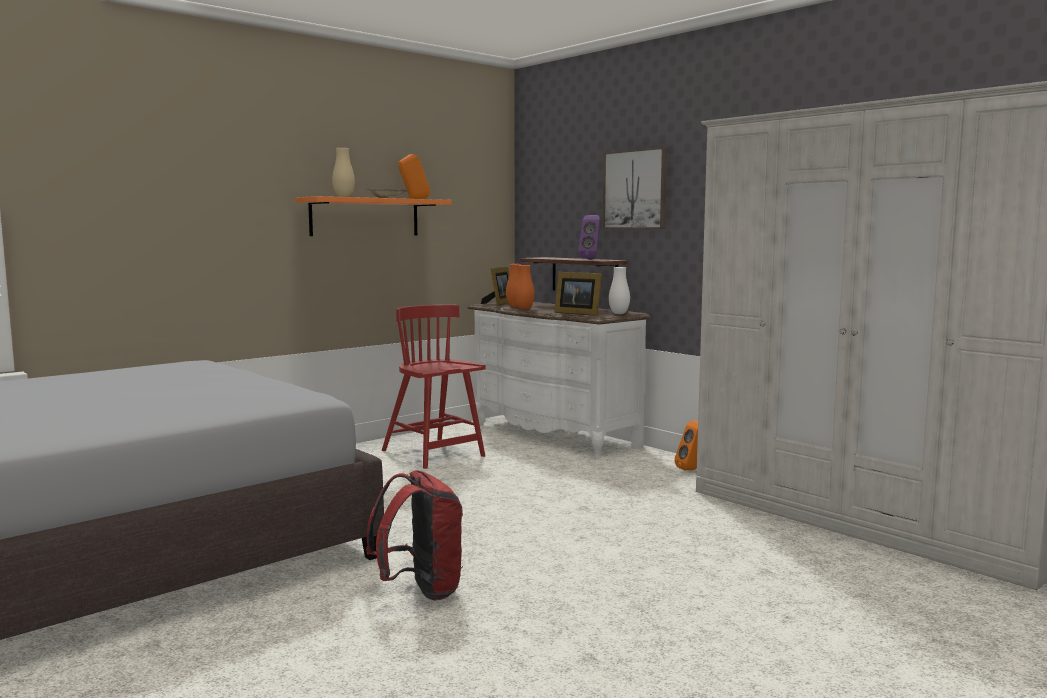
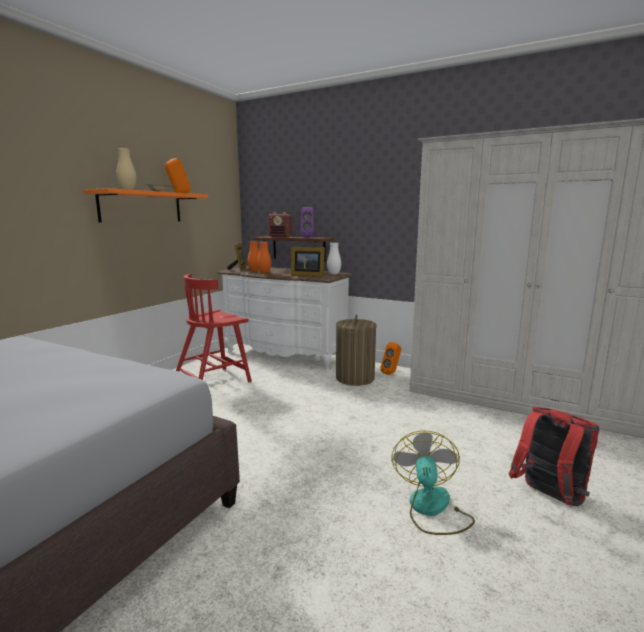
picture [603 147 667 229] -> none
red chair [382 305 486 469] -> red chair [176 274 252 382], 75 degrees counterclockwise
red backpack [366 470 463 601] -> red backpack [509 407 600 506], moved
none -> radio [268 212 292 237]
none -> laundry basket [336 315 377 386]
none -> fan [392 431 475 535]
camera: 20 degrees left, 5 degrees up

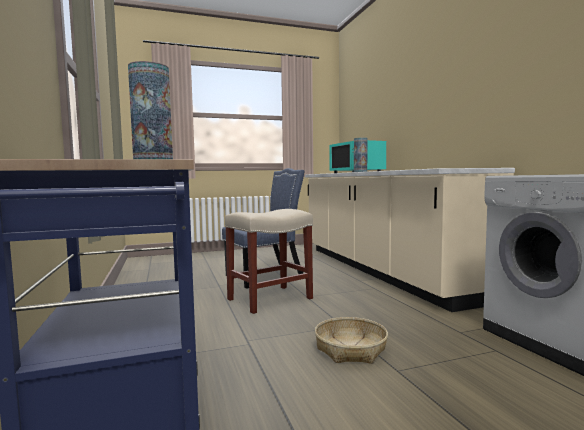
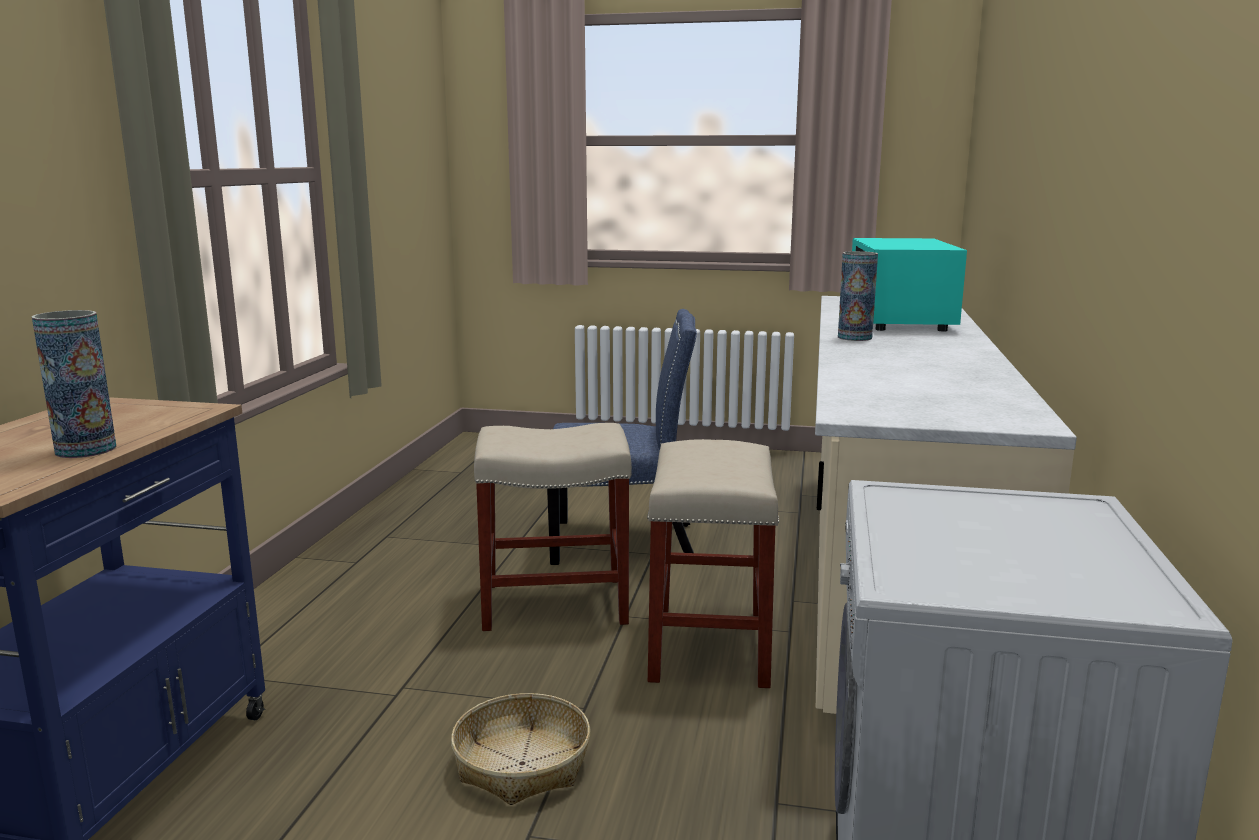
none -> beige stool [647 439 779 688]
camera: 30 degrees right, 10 degrees up

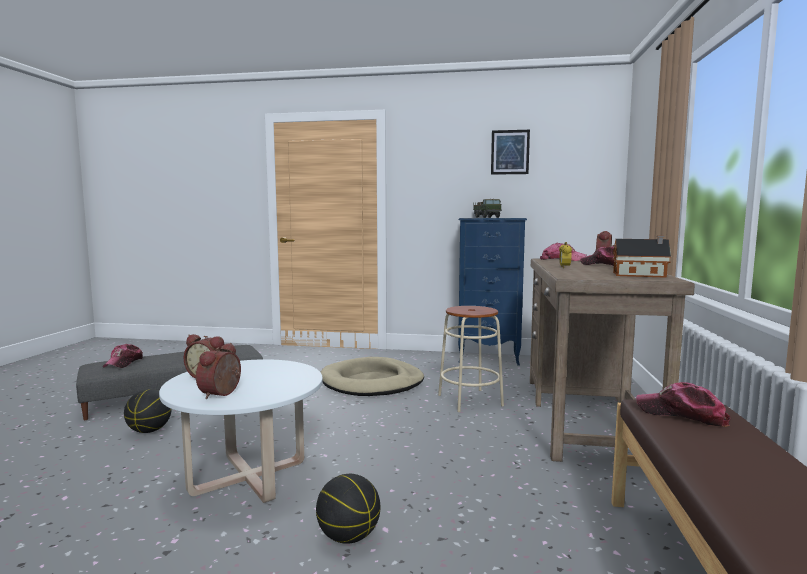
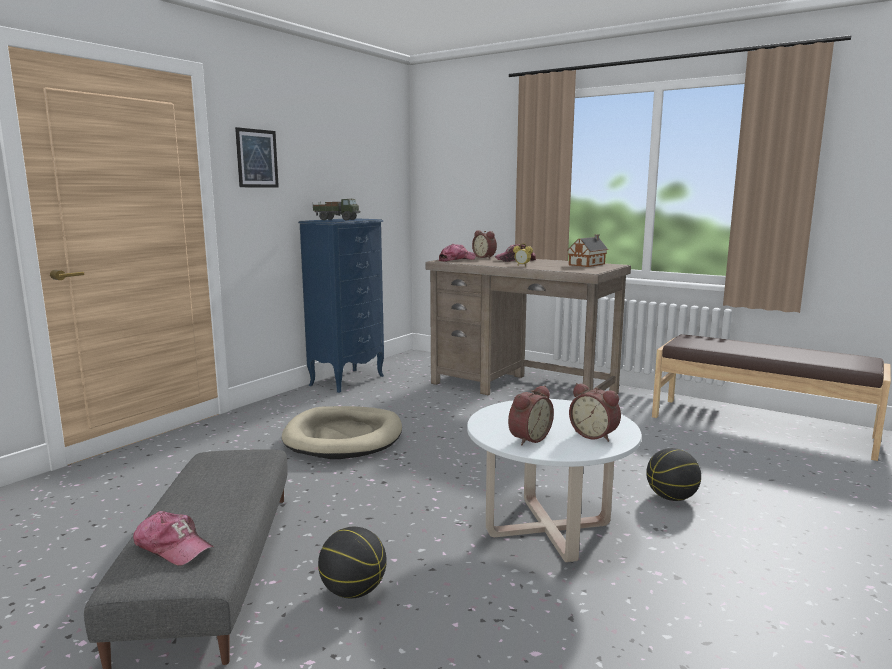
picture [491 130 530 175] -> picture [235 127 279 188], moved
beige stool [438 306 504 412] -> none
cap [636 382 731 427] -> none
camera: 65 degrees left, 5 degrees up

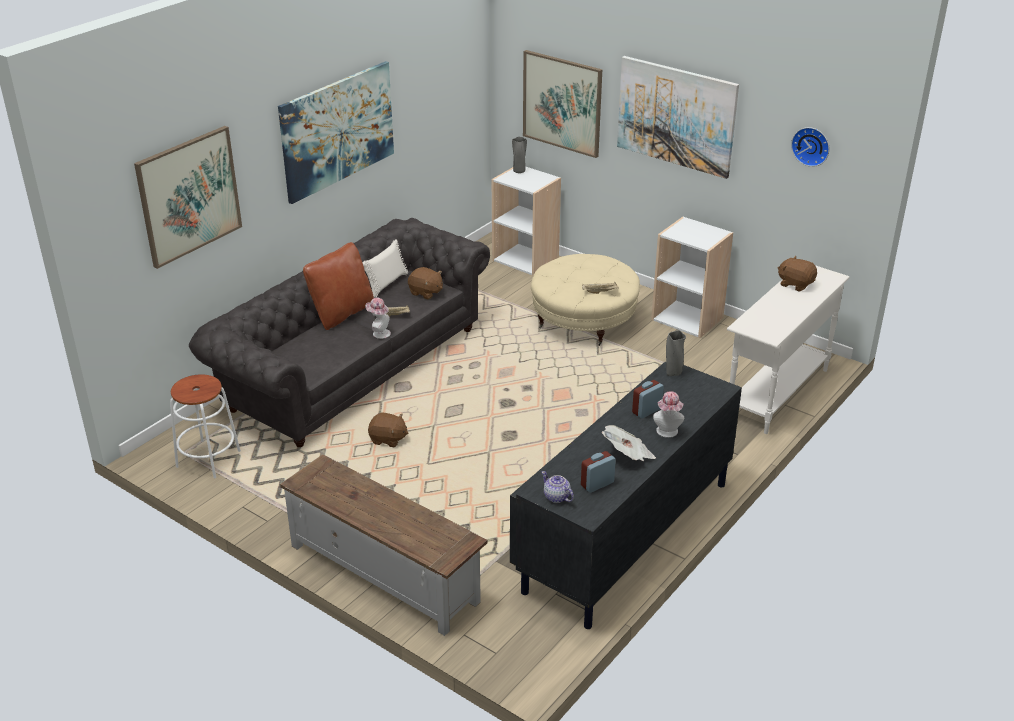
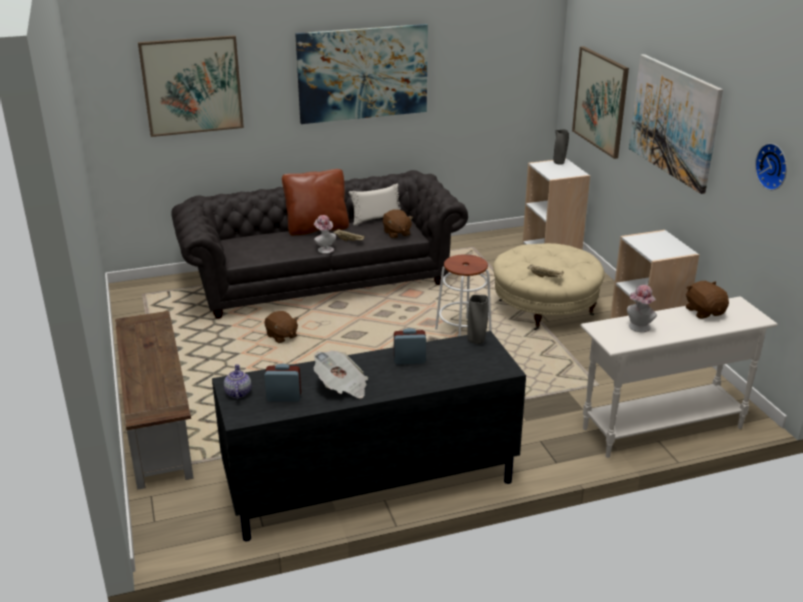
white stool [170 374 241 479] -> white stool [435 254 492 336], moved
hat [653 391 684 438] -> hat [627 285 657 332], moved
camera: 35 degrees right, 5 degrees down

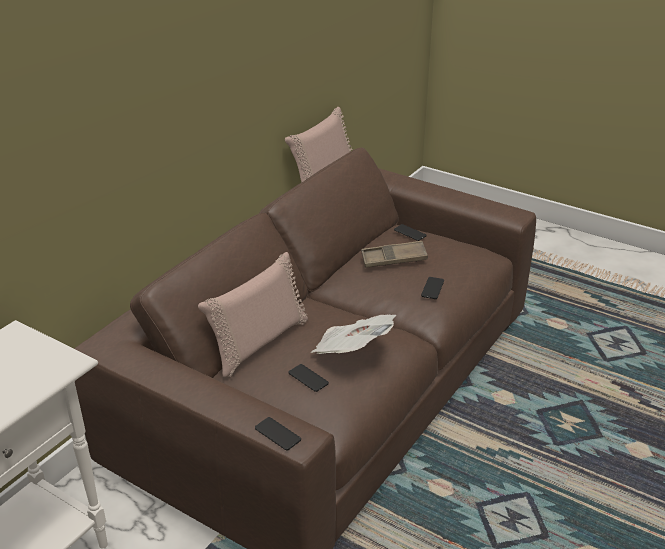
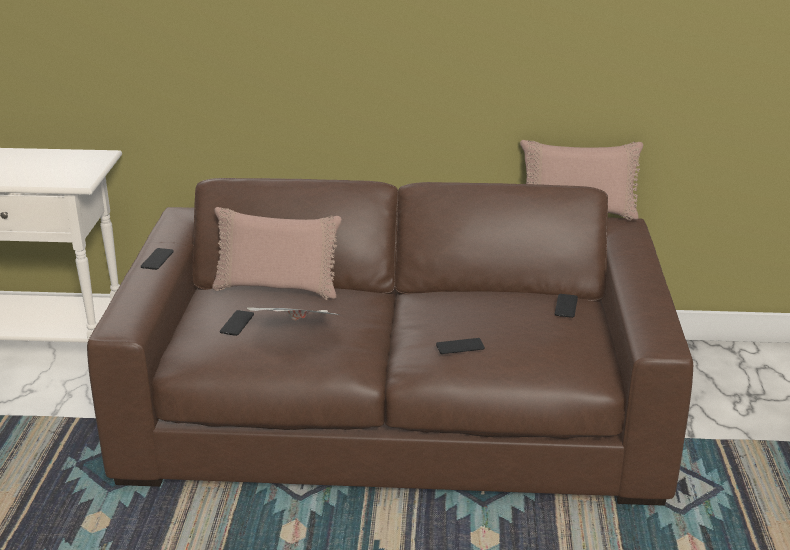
brown tray [361 241 428 268] -> none
phone [255 417 301 451] -> phone [141 248 174 270], moved
camera: 60 degrees right, 5 degrees down

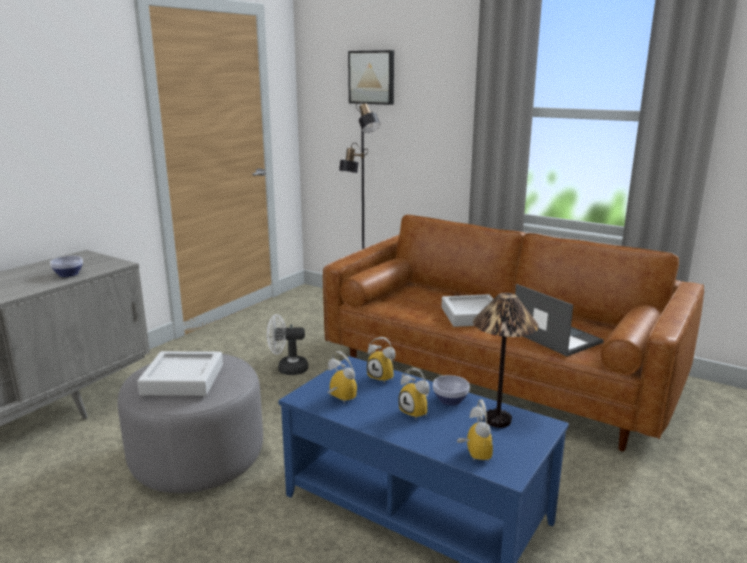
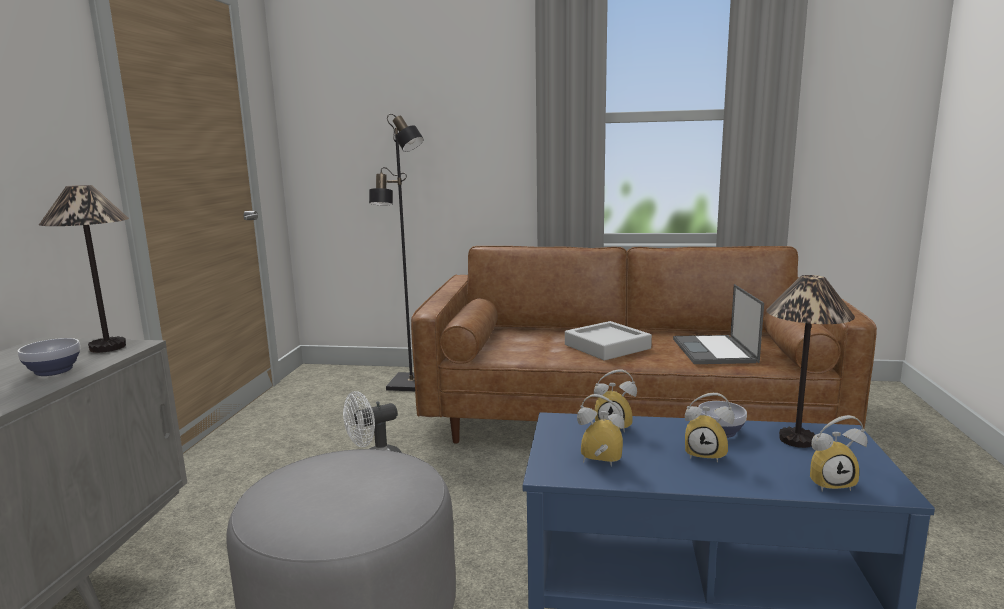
picture [348 50 394 105] -> none
laptop [515 284 604 356] -> laptop [673 284 764 364], 120 degrees counterclockwise
grey tray [137 351 223 396] -> none
alarm clock [457 399 493 462] -> alarm clock [810 415 868 492], 120 degrees clockwise
none -> table lamp [39 185 129 353]
camera: 25 degrees left, 5 degrees down

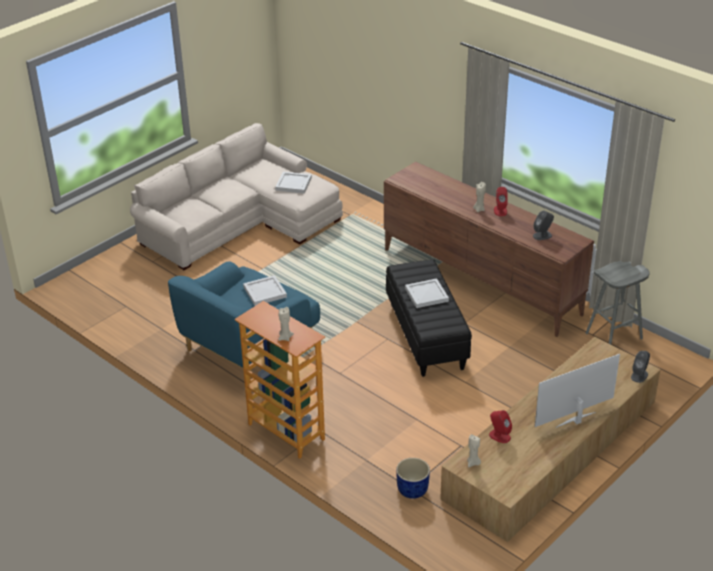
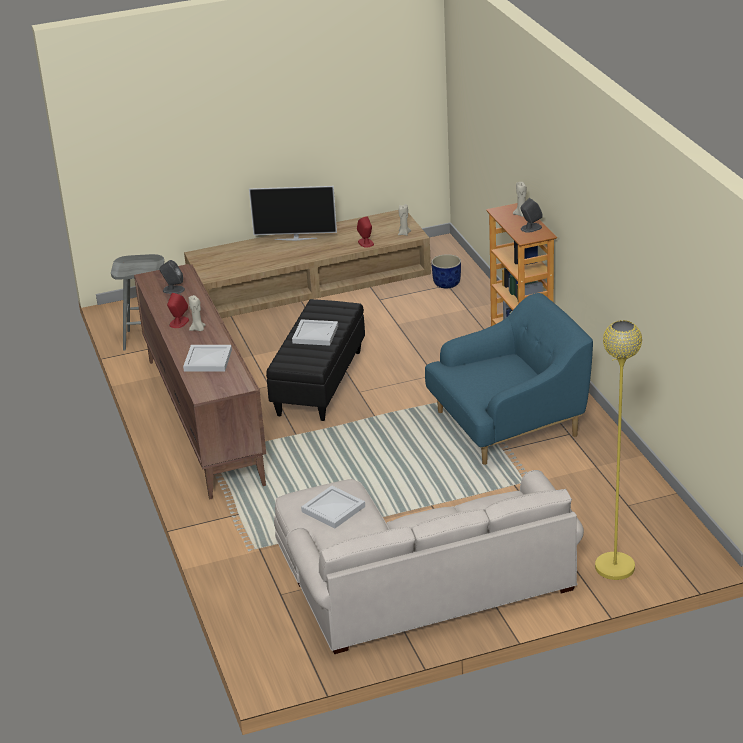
white tray [243 275 287 306] -> white tray [183 345 232 372], moved
grey speaker [631 351 650 383] -> grey speaker [521 198 543 233], moved
none -> yellow floor lamp [595 320 642 580]
camera: 150 degrees left, 5 degrees down

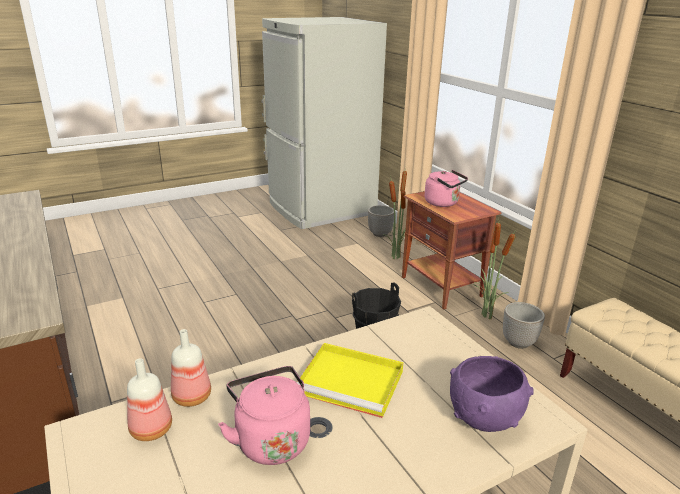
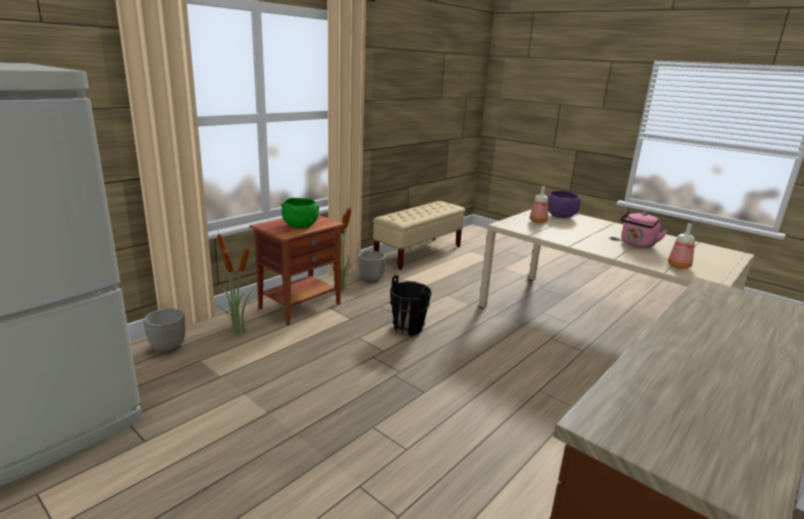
pink kettle [424 170 468 207] -> green bowl [281 198 319 229]
bottle [171 329 211 407] -> bottle [530 186 548 223], moved
yellow tray [296 343 403 418] -> none
camera: 110 degrees left, 5 degrees down

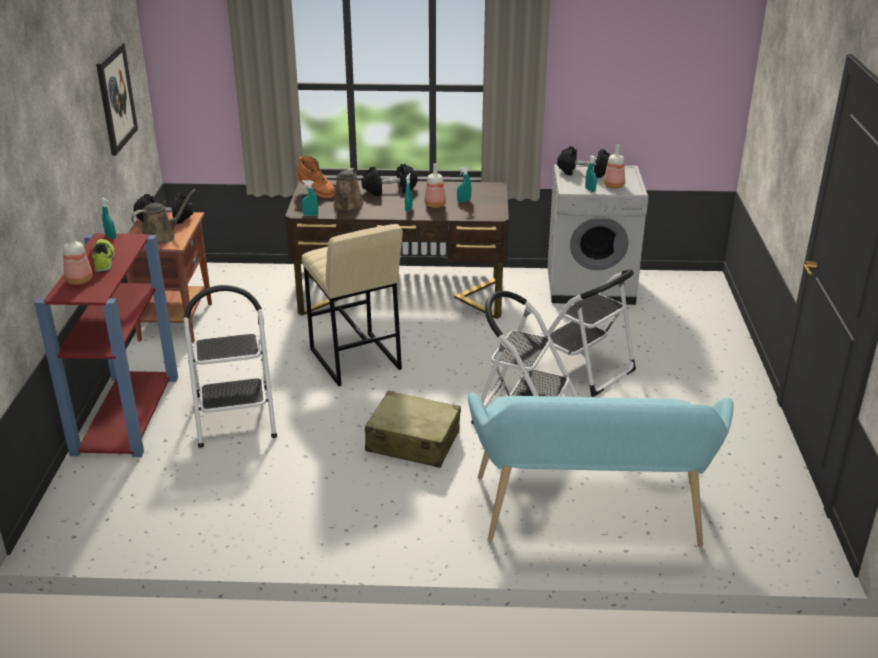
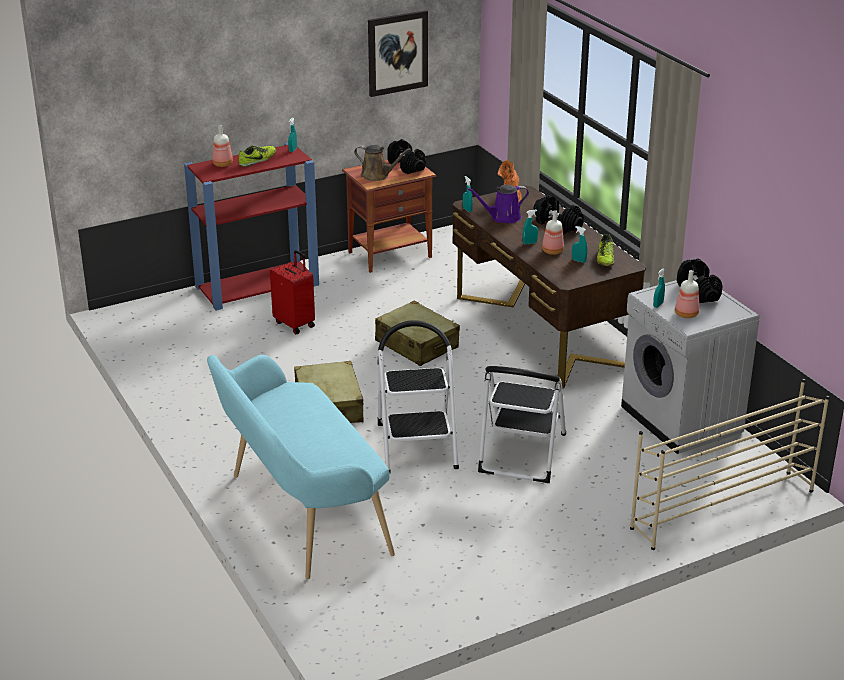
brown watering can [332 168 364 211] -> purple watering can [467 185 529 223]
beige stool [302 224 403 386] -> beige suitcase [375 300 460 366]
step ladder [184 285 277 448] -> red suitcase [270 250 315 334]
none -> shoe [597 234 614 266]
none -> beige shoe rack [630 379 829 550]
camera: 60 degrees right, 0 degrees up

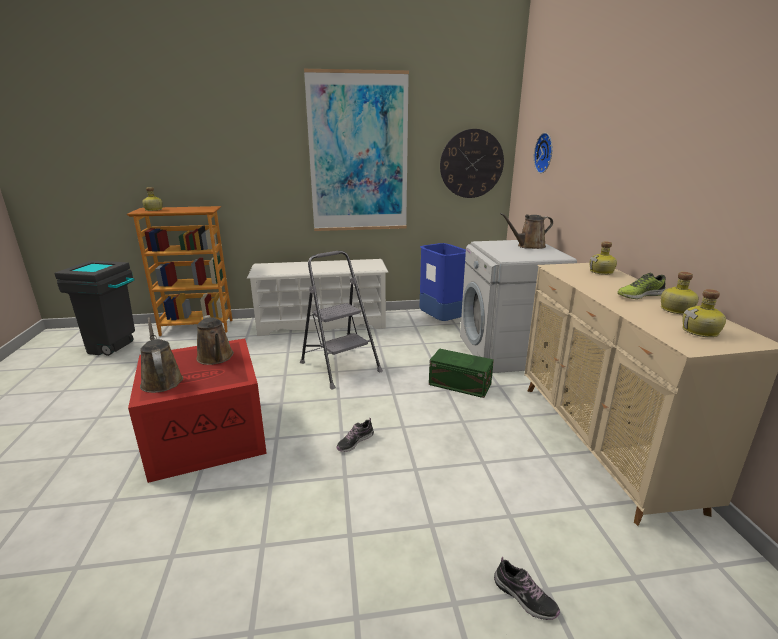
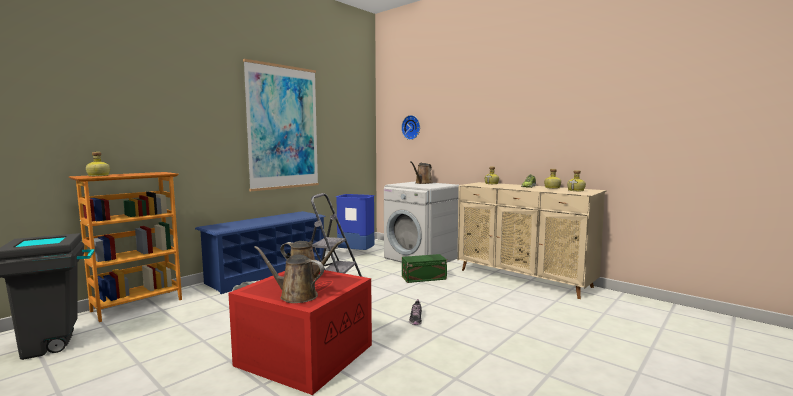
wall clock [440 129 504 198] -> none
white shoe rack [247 259 389 336] -> blue shoe rack [195 211 326 294]
shoe [494 557 560 620] -> none
camera: 40 degrees left, 15 degrees down

